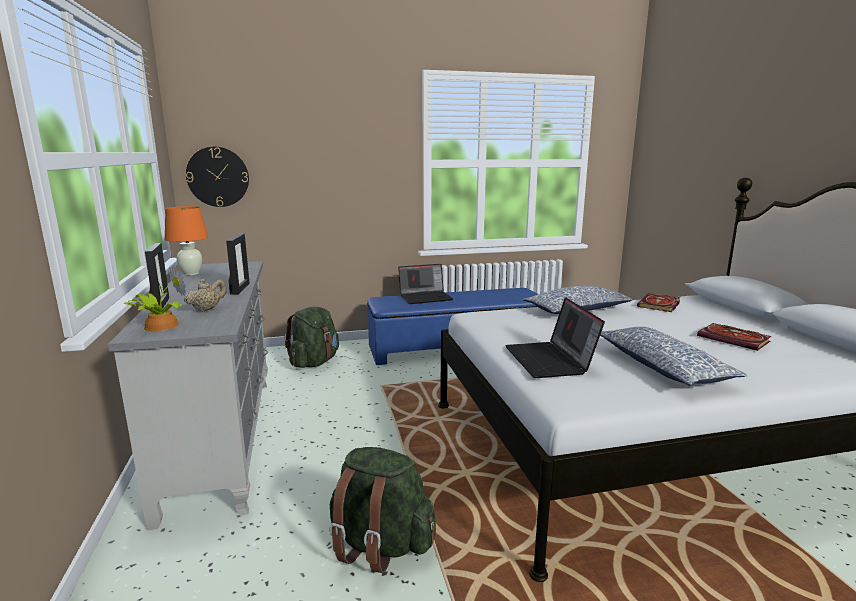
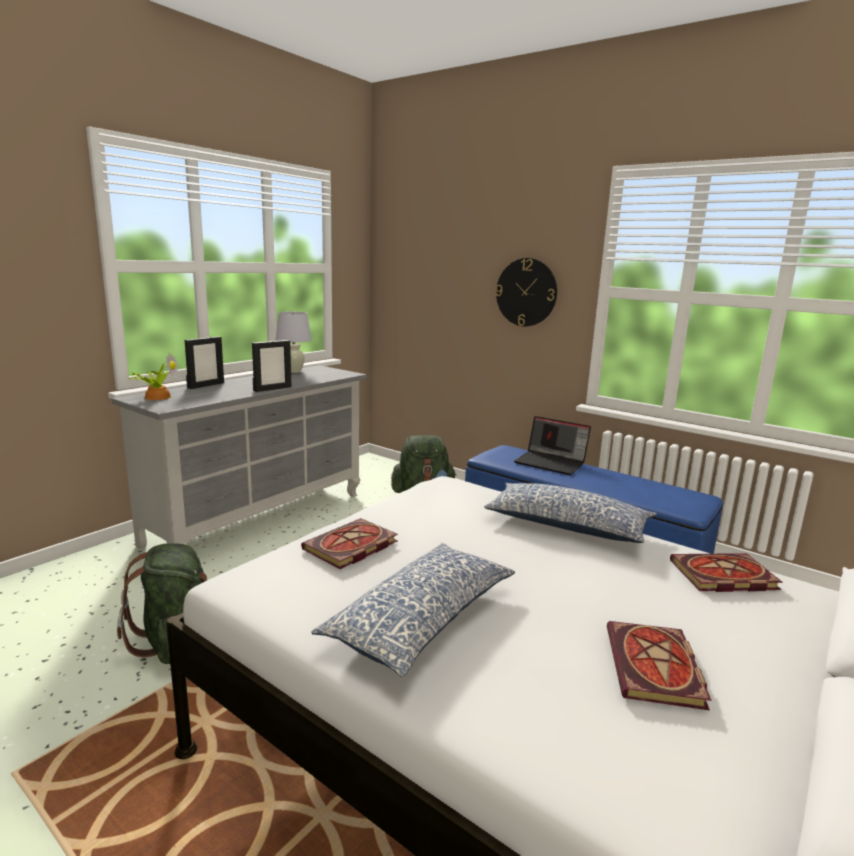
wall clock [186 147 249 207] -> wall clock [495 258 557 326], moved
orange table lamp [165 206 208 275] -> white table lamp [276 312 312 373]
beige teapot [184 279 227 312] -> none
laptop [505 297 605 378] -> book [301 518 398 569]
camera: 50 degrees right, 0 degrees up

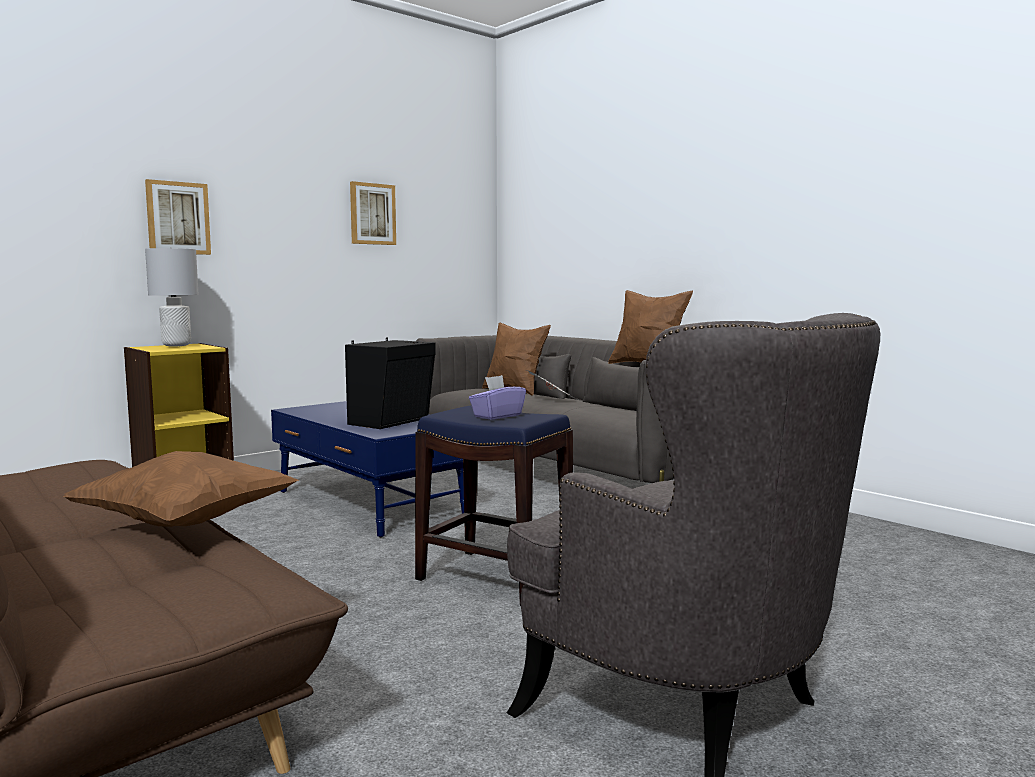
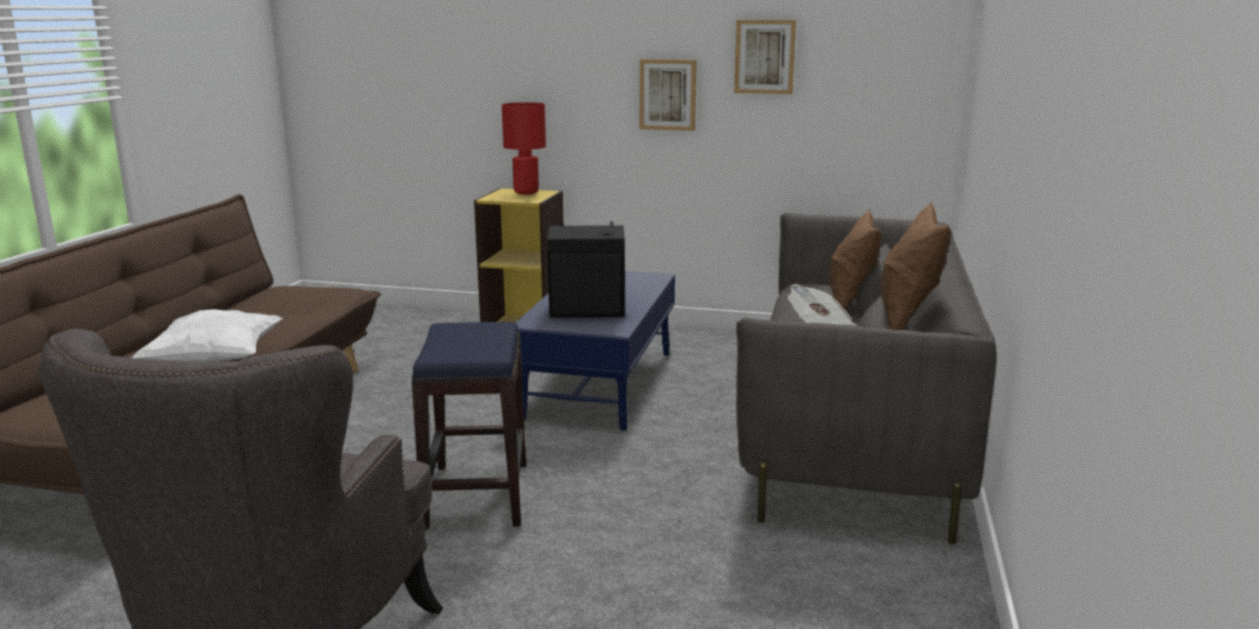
picture [145 179 211 255] -> picture [640 59 697 131], moved
grey table lamp [145 248 199 347] -> red table lamp [502 102 546 195]
purple tissue box [469 375 526 420] -> none
brown pillow [63 451 299 527] -> white pillow [132 309 283 362]
camera: 55 degrees right, 10 degrees up

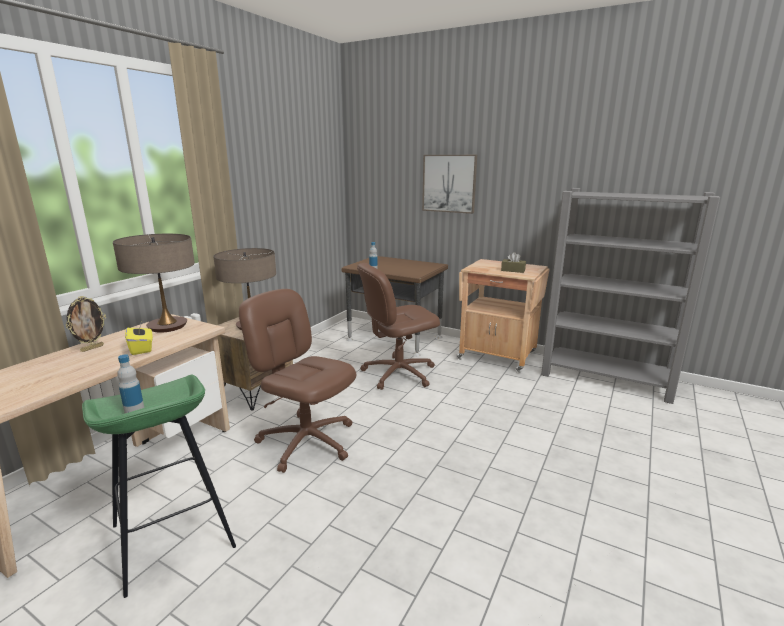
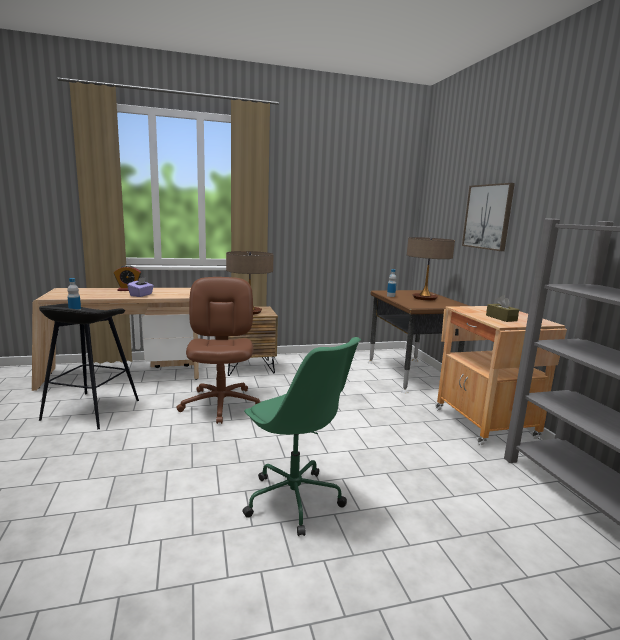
table lamp [113 234 195 333] -> table lamp [407 237 455 301], moved
brown office chair [357 263 440 390] -> none
picture frame [66 296 106 352] -> alarm clock [114 265 141 291]
yellow tissue box [125 324 153 355] -> purple tissue box [127 277 154 297]
green stool [82 375 236 598] -> black stool [39 304 139 429]
none -> green office chair [242 337 361 536]
camera: 45 degrees right, 5 degrees down

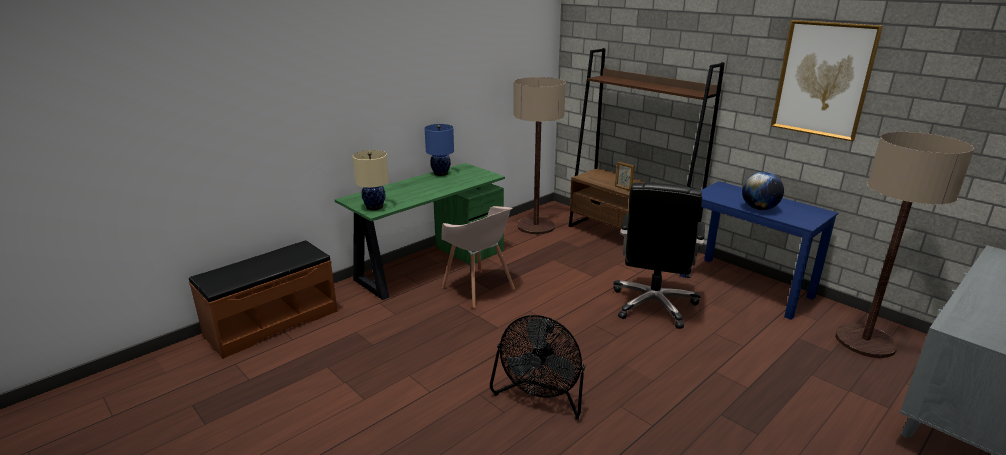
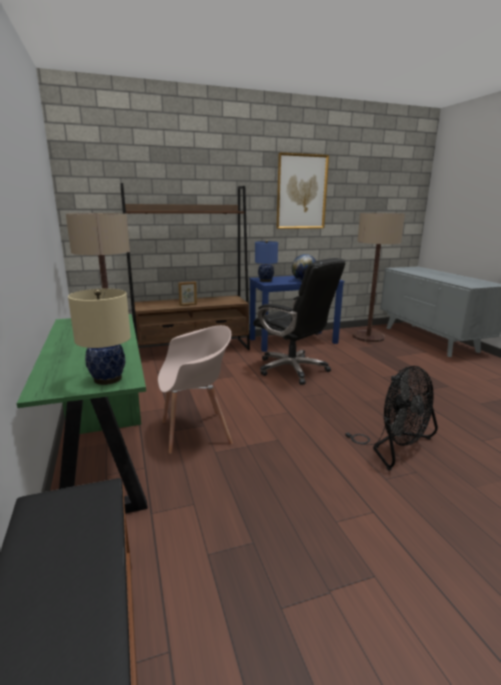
blue table lamp [425 124 454 176] -> blue table lamp [255 240 278 282], moved
camera: 65 degrees left, 5 degrees down

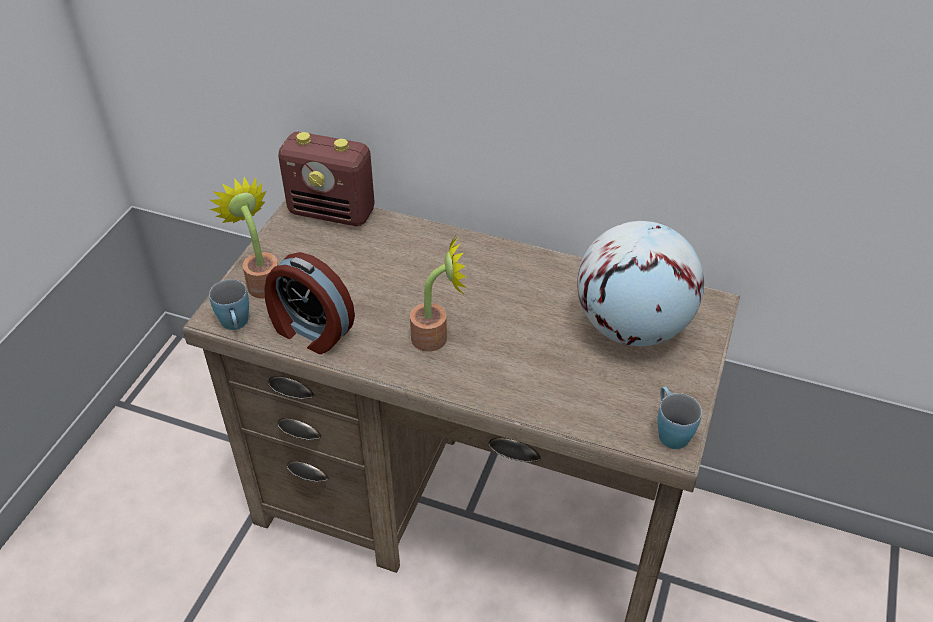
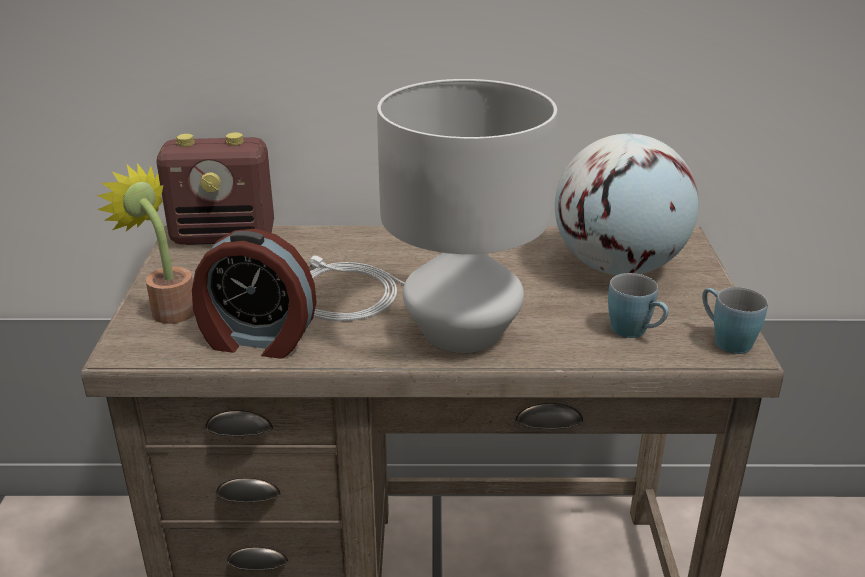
potted plant [410 237 467 352] -> grey table lamp [309 79 557 353]
blue mug [209 279 249 330] -> blue mug [608 273 669 338], moved
camera: 20 degrees left, 15 degrees down

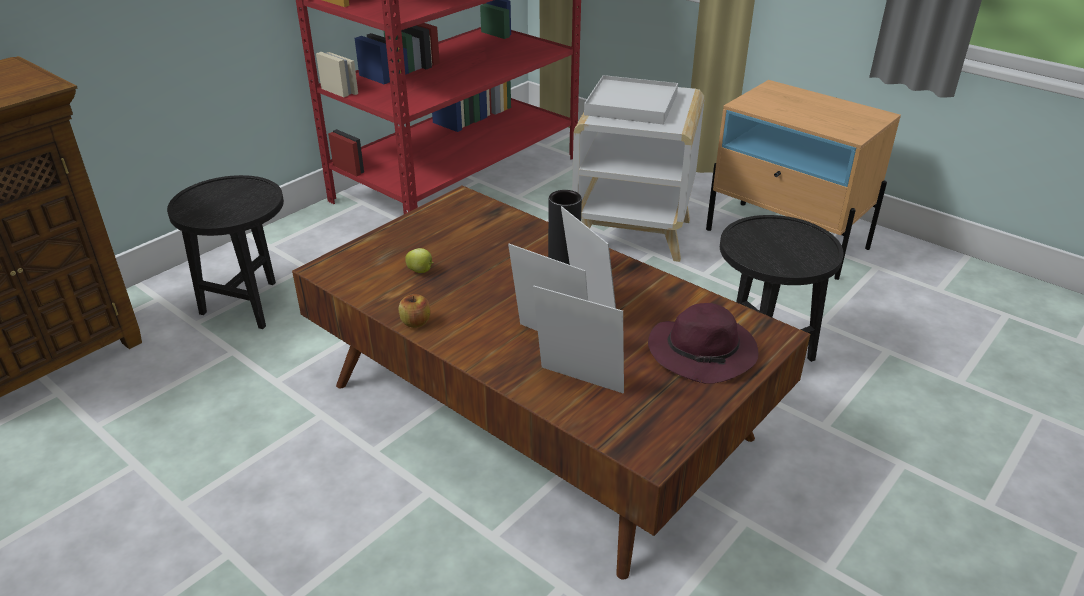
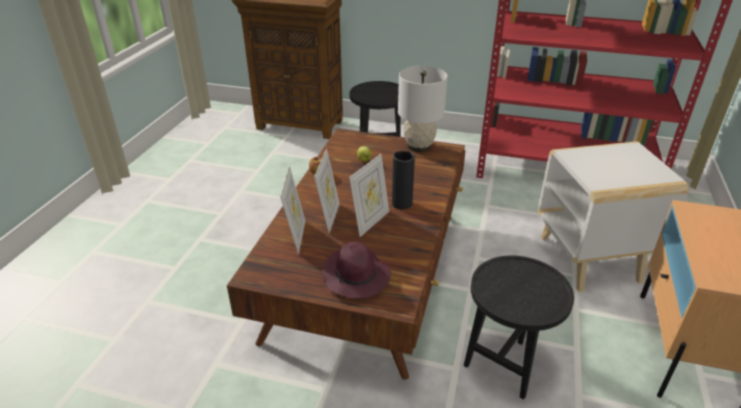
white tray [584 75 678 125] -> none
none -> white table lamp [398 66 448 152]
camera: 65 degrees right, 0 degrees up

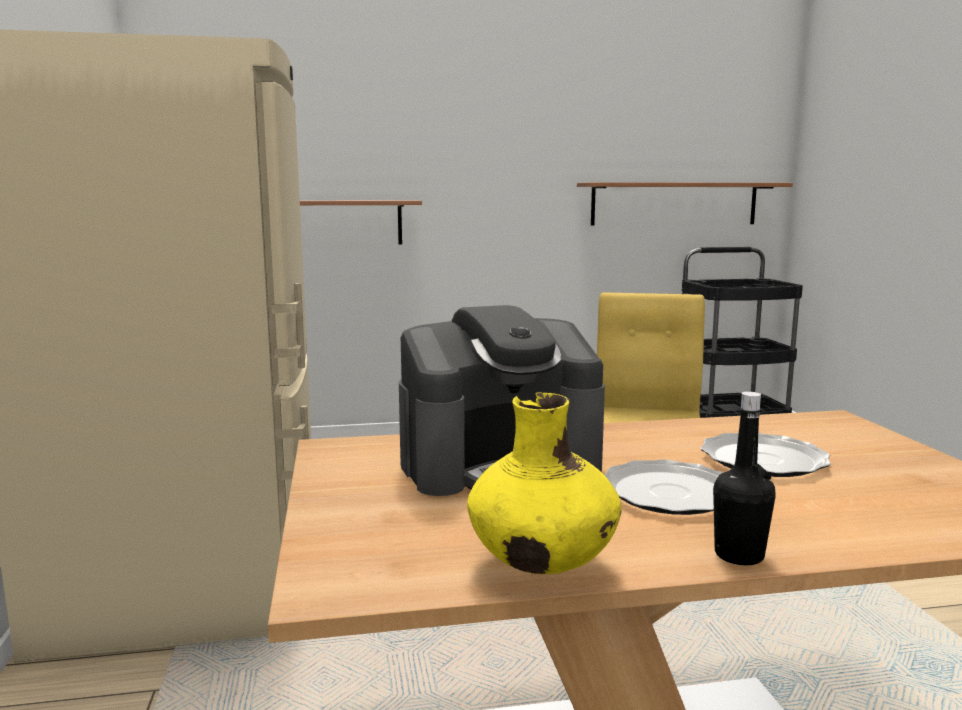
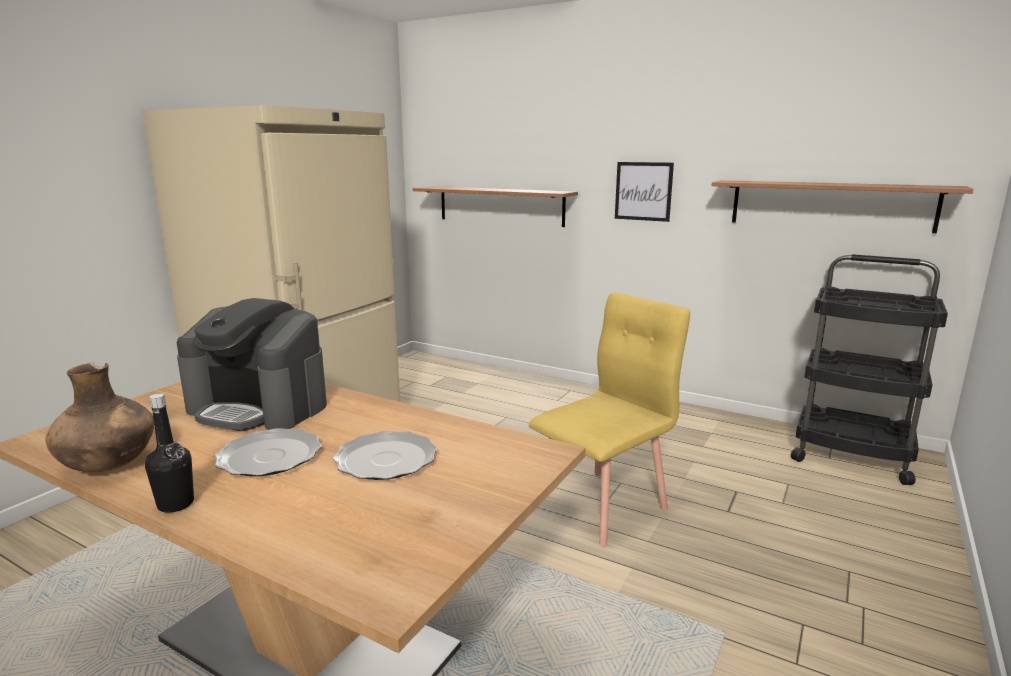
yellow vase [467 393 622 574] -> brown vase [45 363 154 472]
none -> picture [615 162 674 222]
camera: 40 degrees right, 5 degrees up

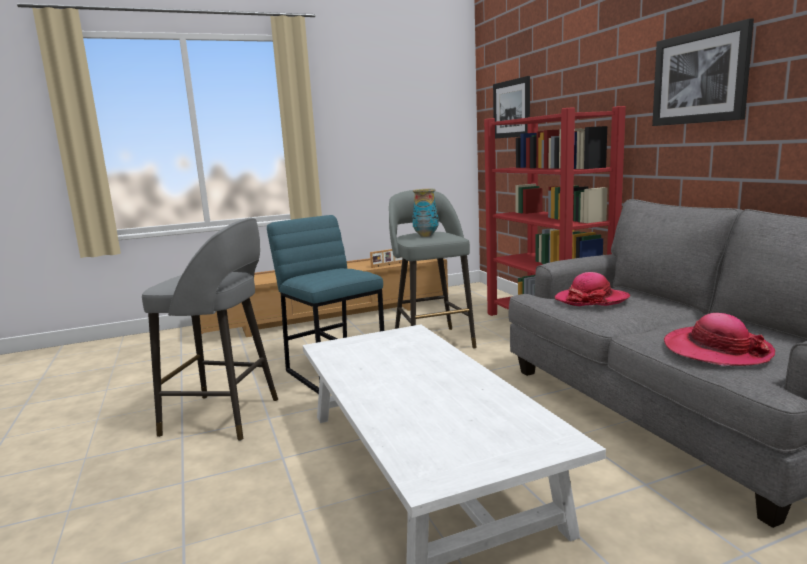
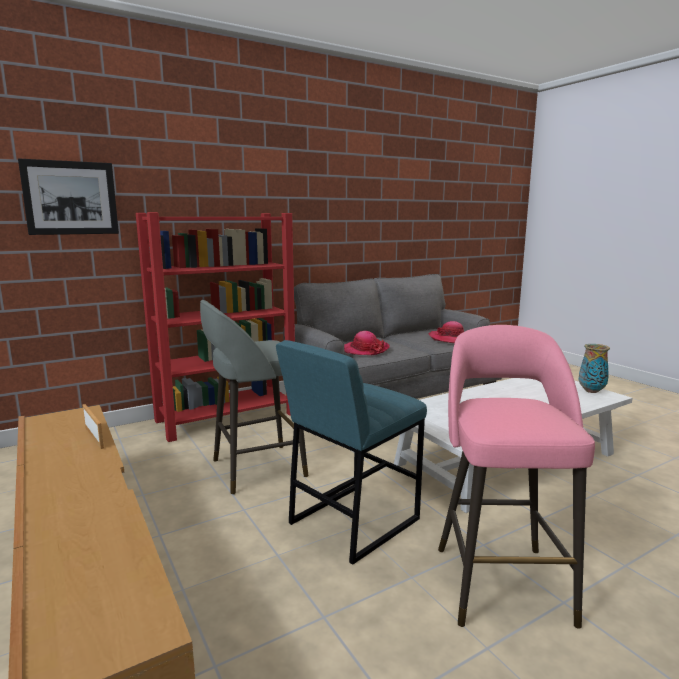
picture [652 18 754 126] -> none
vase [412 189 438 237] -> vase [579 344 610 393], moved
grey stool [142 218 278 441] -> pink stool [438 325 595 629]
camera: 100 degrees left, 0 degrees up

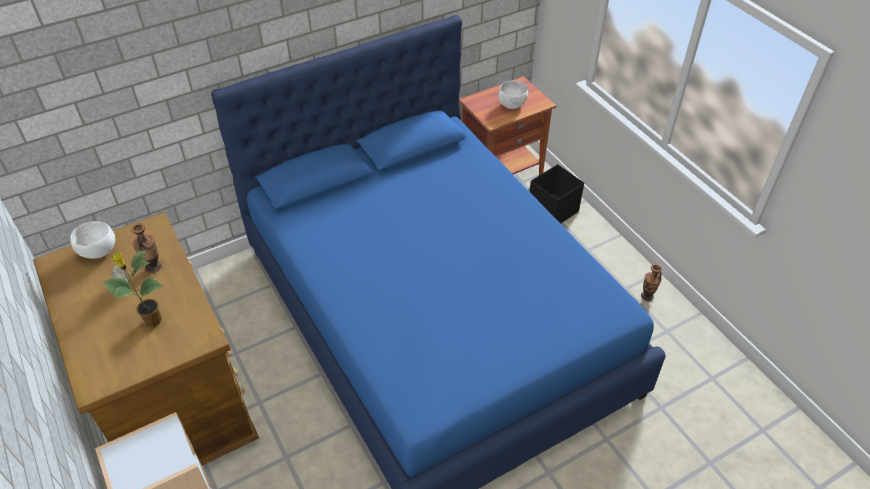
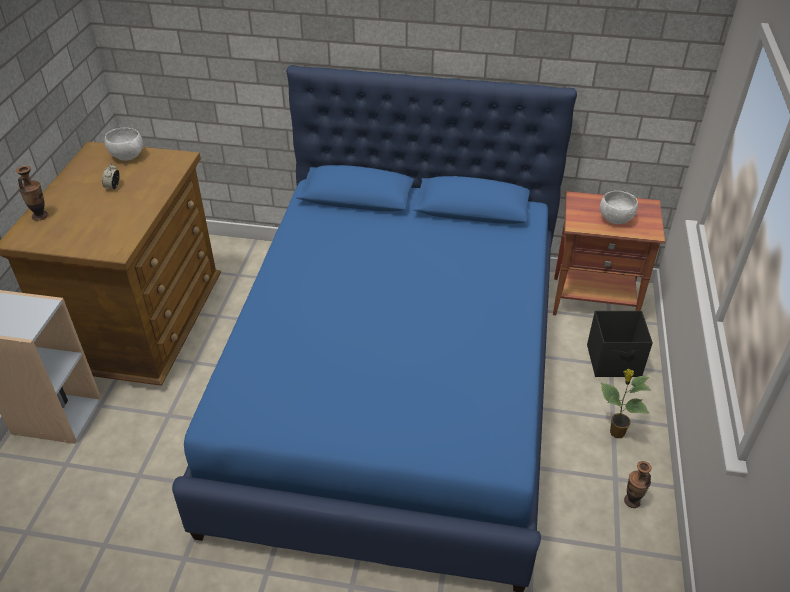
vase [131 223 162 273] -> vase [16 166 48 221], moved
potted plant [103 250 163 327] -> potted plant [601 369 651 438], moved
camera: 40 degrees right, 5 degrees down

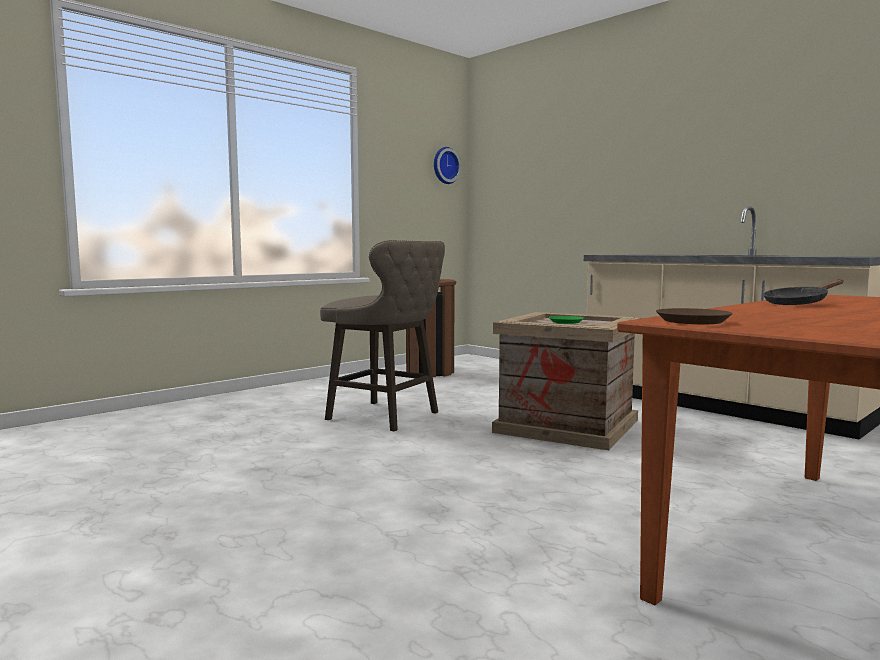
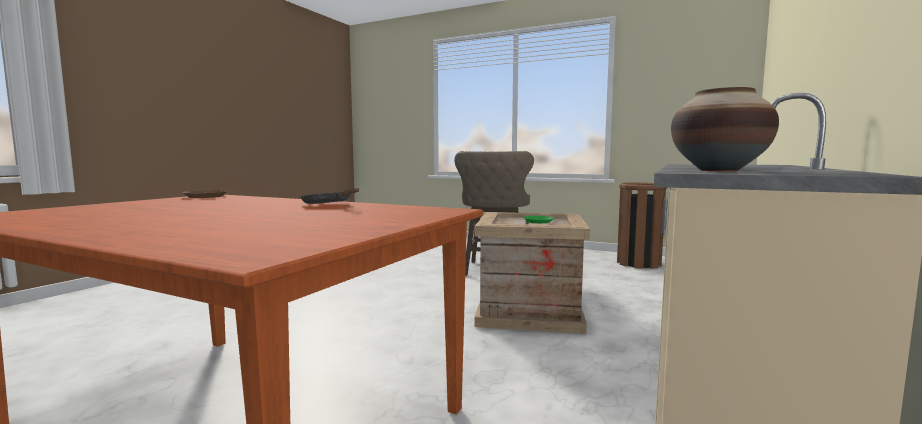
wall clock [434 147 461 184] -> none
none -> vase [671 87 779 172]
camera: 70 degrees right, 0 degrees up

